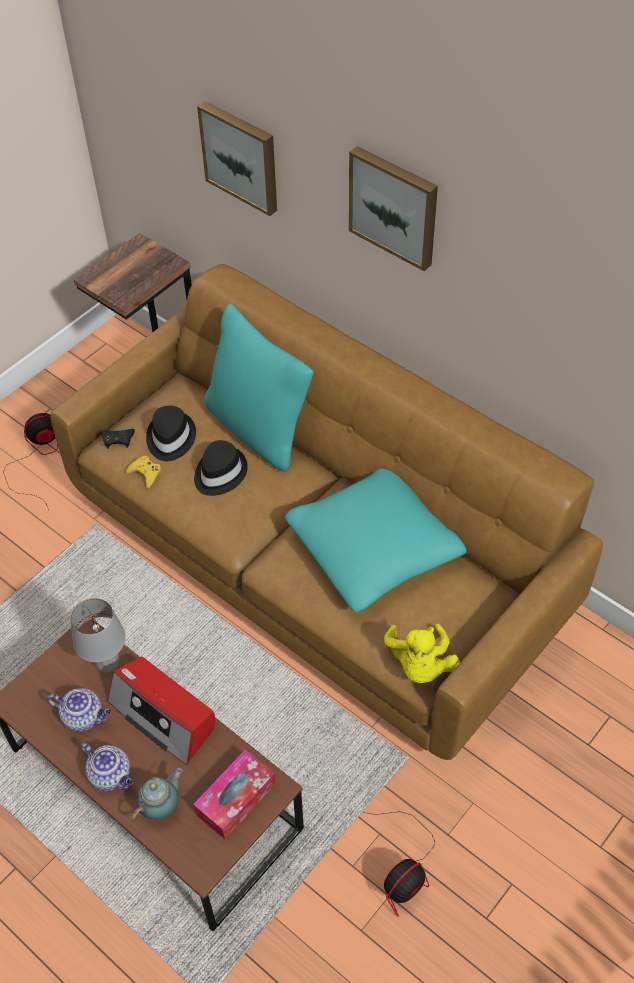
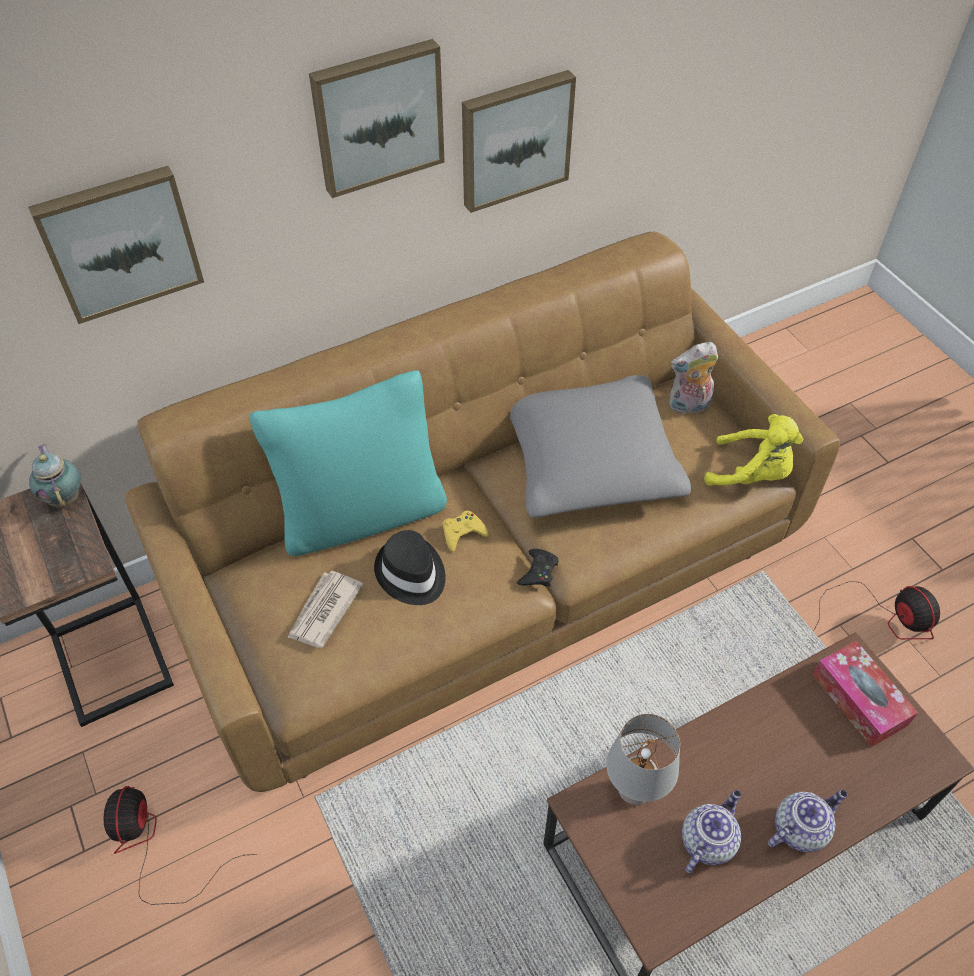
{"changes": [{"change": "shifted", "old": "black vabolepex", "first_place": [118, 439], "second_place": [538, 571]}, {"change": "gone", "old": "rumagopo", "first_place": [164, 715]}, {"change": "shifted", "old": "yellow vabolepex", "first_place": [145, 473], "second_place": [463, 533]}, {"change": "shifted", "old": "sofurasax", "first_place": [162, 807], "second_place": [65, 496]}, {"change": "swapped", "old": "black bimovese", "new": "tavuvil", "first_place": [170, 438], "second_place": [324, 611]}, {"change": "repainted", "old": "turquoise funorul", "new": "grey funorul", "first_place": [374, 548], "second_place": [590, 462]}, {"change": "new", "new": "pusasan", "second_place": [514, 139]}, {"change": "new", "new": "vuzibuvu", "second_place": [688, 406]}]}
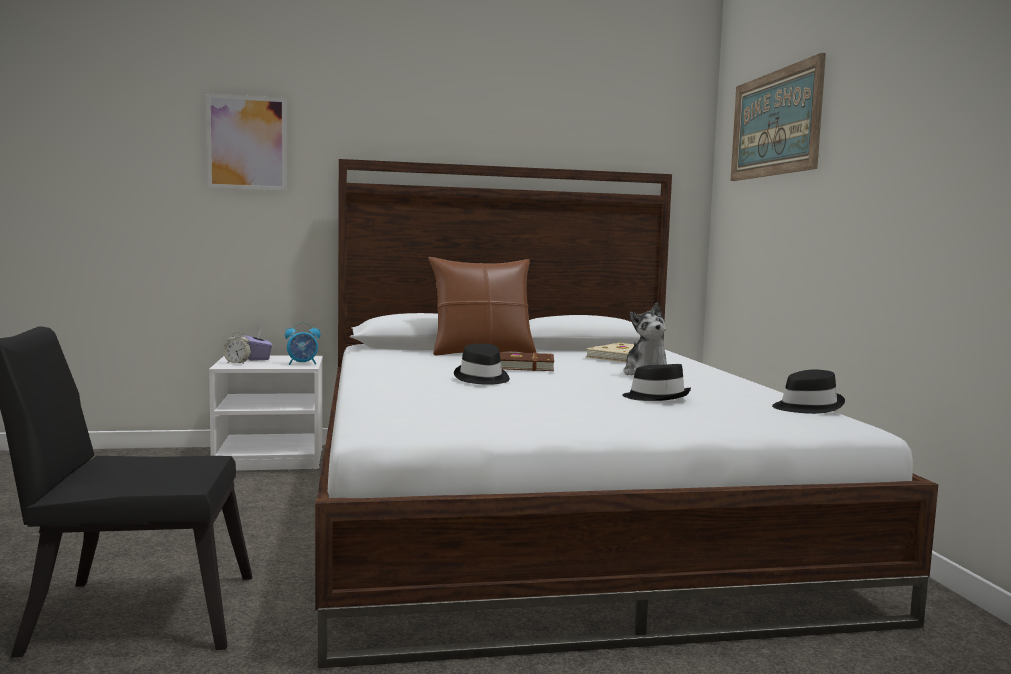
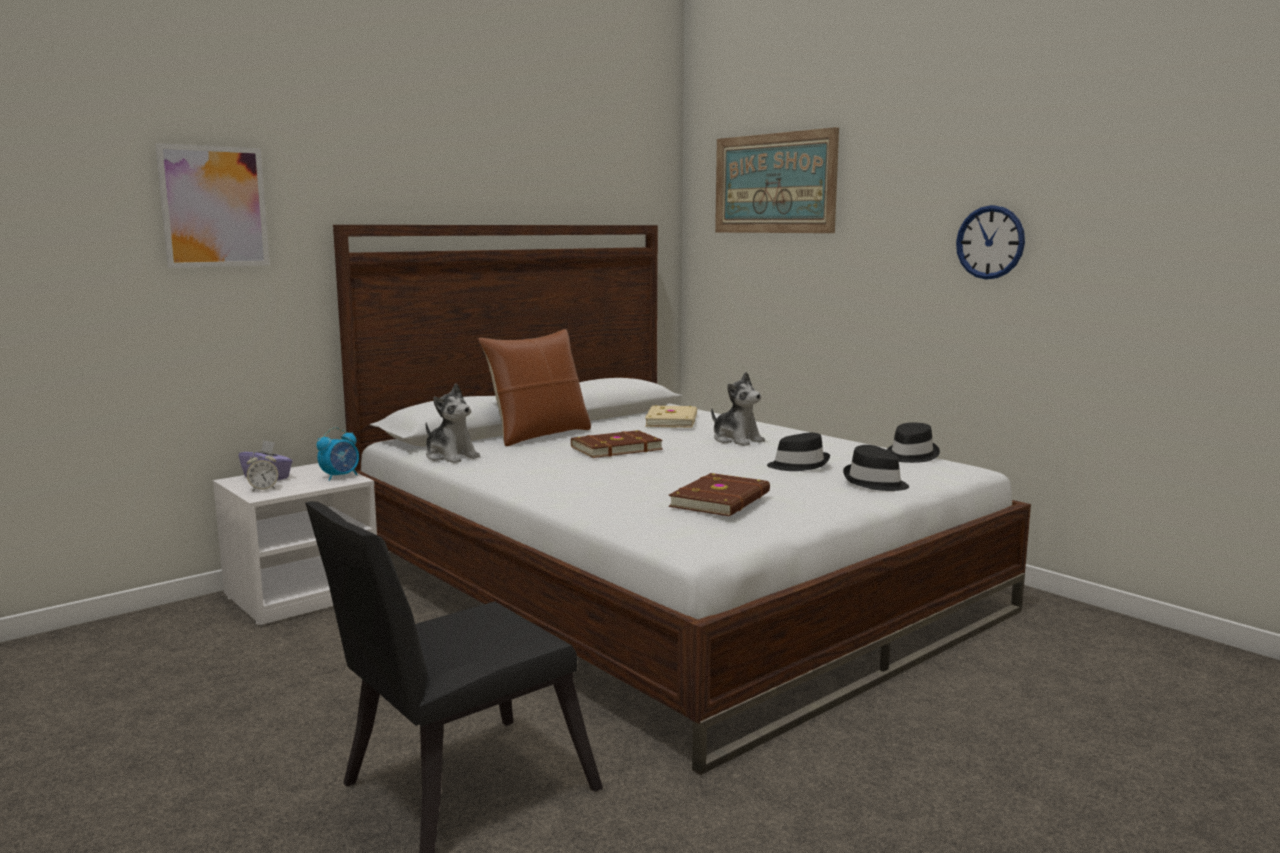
{"changes": [{"change": "shifted", "old": "black bimovese", "first_place": [481, 378], "second_place": [875, 482]}, {"change": "new", "new": "vuzibuvu", "second_place": [451, 456]}, {"change": "new", "new": "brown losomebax", "second_place": [722, 500]}, {"change": "new", "new": "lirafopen", "second_place": [990, 242]}]}
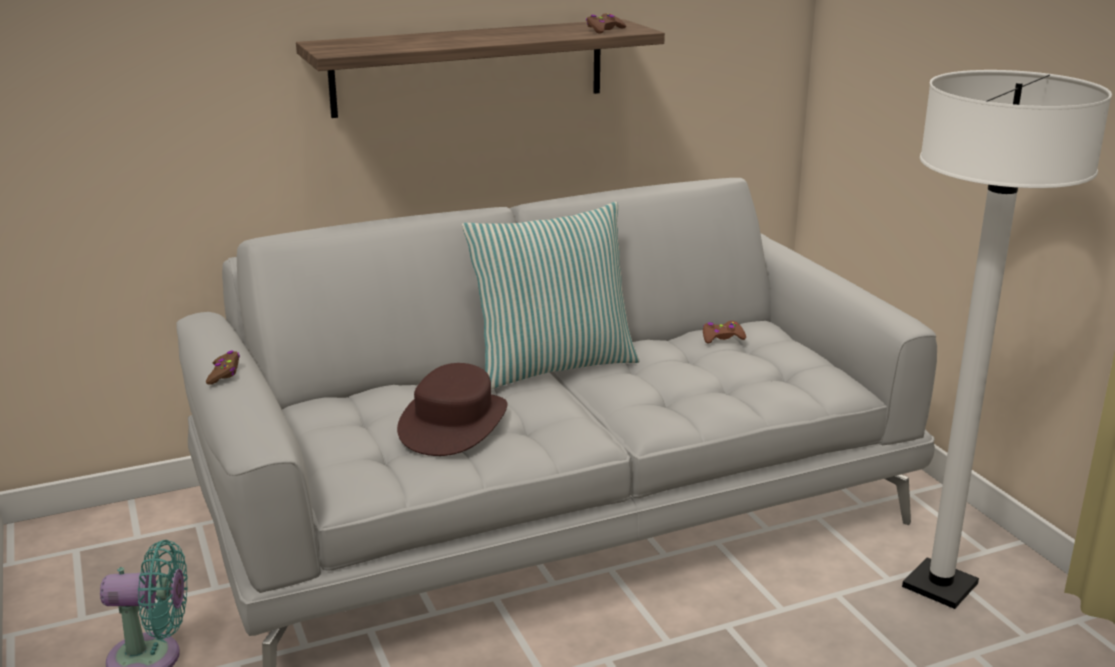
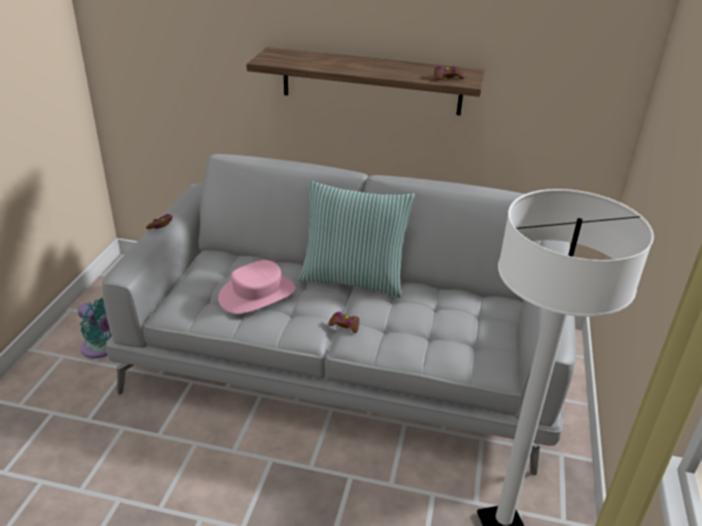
{"changes": [{"change": "repainted", "old": "brown bimovese", "new": "pink bimovese", "first_place": [454, 423], "second_place": [257, 294]}, {"change": "shifted", "old": "brown vabolepex", "first_place": [722, 337], "second_place": [344, 325]}]}
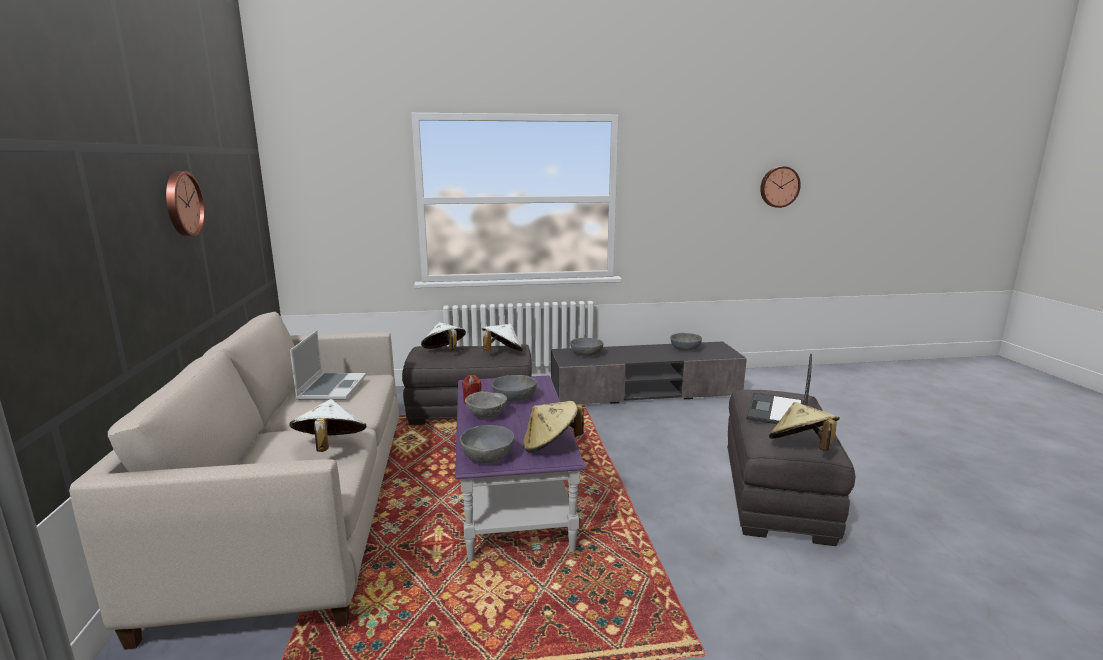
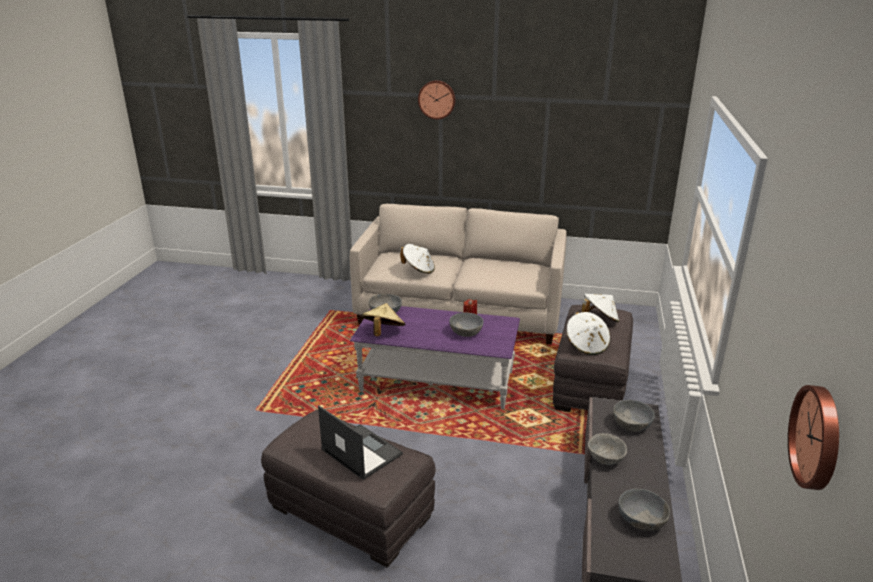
{"changes": [{"change": "shifted", "old": "lirafopen", "first_place": [182, 204], "second_place": [437, 99]}, {"change": "gone", "old": "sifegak", "first_place": [331, 388]}, {"change": "shifted", "old": "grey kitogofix", "first_place": [486, 416], "second_place": [605, 459]}, {"change": "gone", "old": "beige bimovese", "first_place": [801, 447]}]}
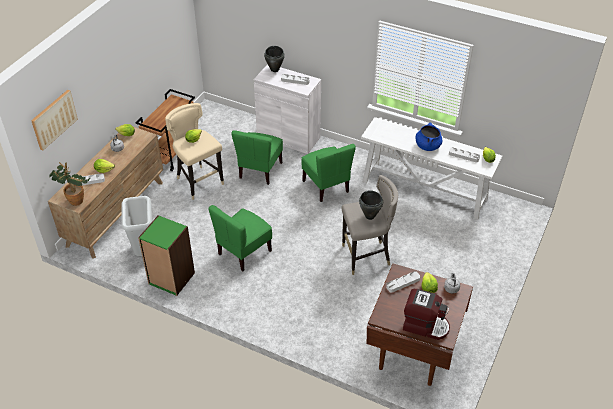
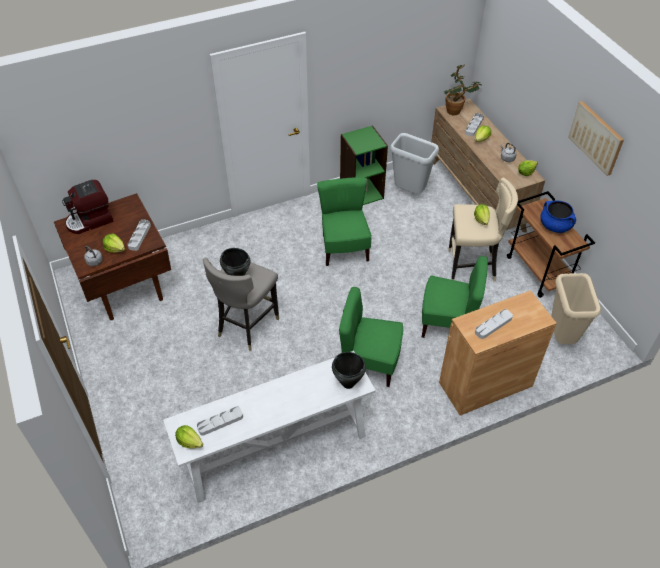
{"changes": [{"change": "shifted", "old": "pusasan", "first_place": [54, 119], "second_place": [596, 137]}, {"change": "rotated", "old": "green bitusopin", "first_place": [260, 170], "second_place": [447, 323], "degrees": 135}, {"change": "repainted", "old": "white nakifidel", "new": "brown nakifidel", "first_place": [288, 137], "second_place": [485, 384]}, {"change": "shifted", "old": "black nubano", "first_place": [275, 69], "second_place": [348, 383]}, {"change": "shifted", "old": "blue nubano", "first_place": [427, 146], "second_place": [555, 226]}, {"change": "new", "new": "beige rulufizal", "second_place": [562, 337]}]}
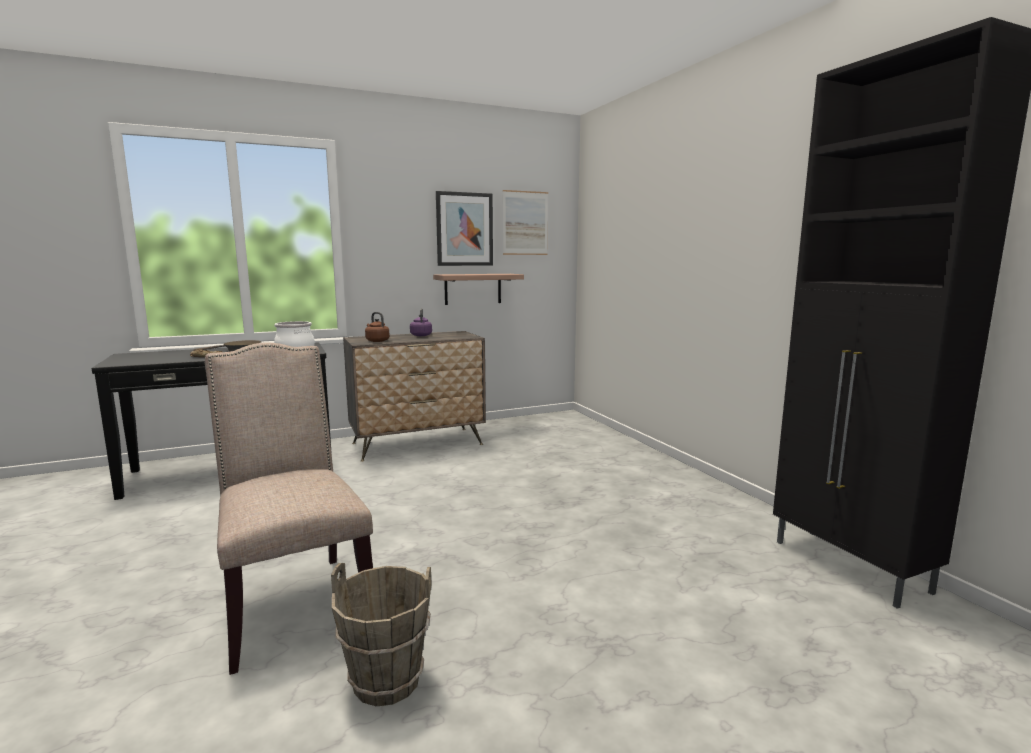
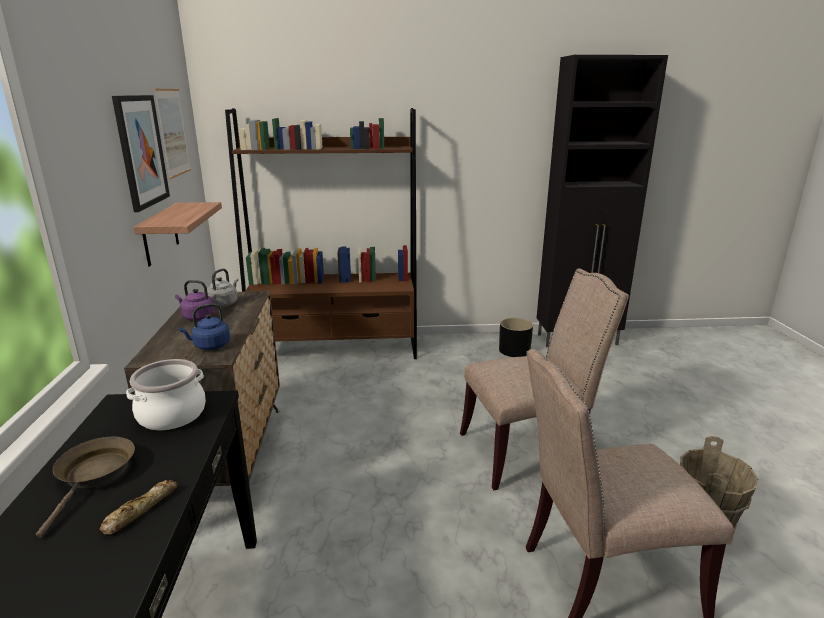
{"changes": [{"change": "repainted", "old": "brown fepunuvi", "new": "blue fepunuvi", "first_place": [376, 341], "second_place": [210, 346]}, {"change": "new", "new": "grey fepunuvi", "second_place": [224, 303]}, {"change": "new", "new": "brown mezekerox", "second_place": [336, 350]}, {"change": "new", "new": "beige bitusopin", "second_place": [529, 450]}, {"change": "new", "new": "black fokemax", "second_place": [514, 350]}]}
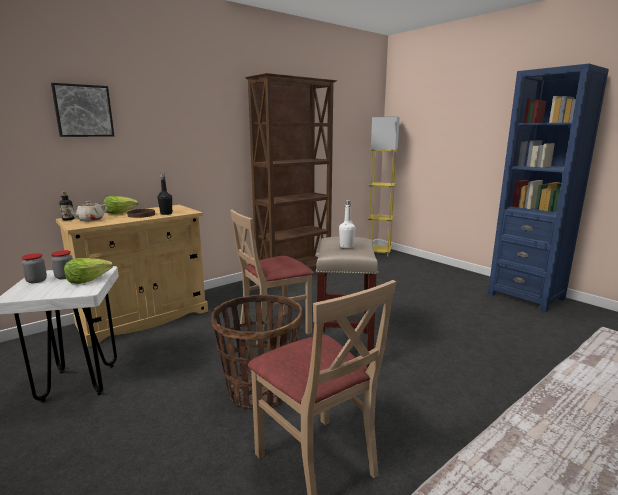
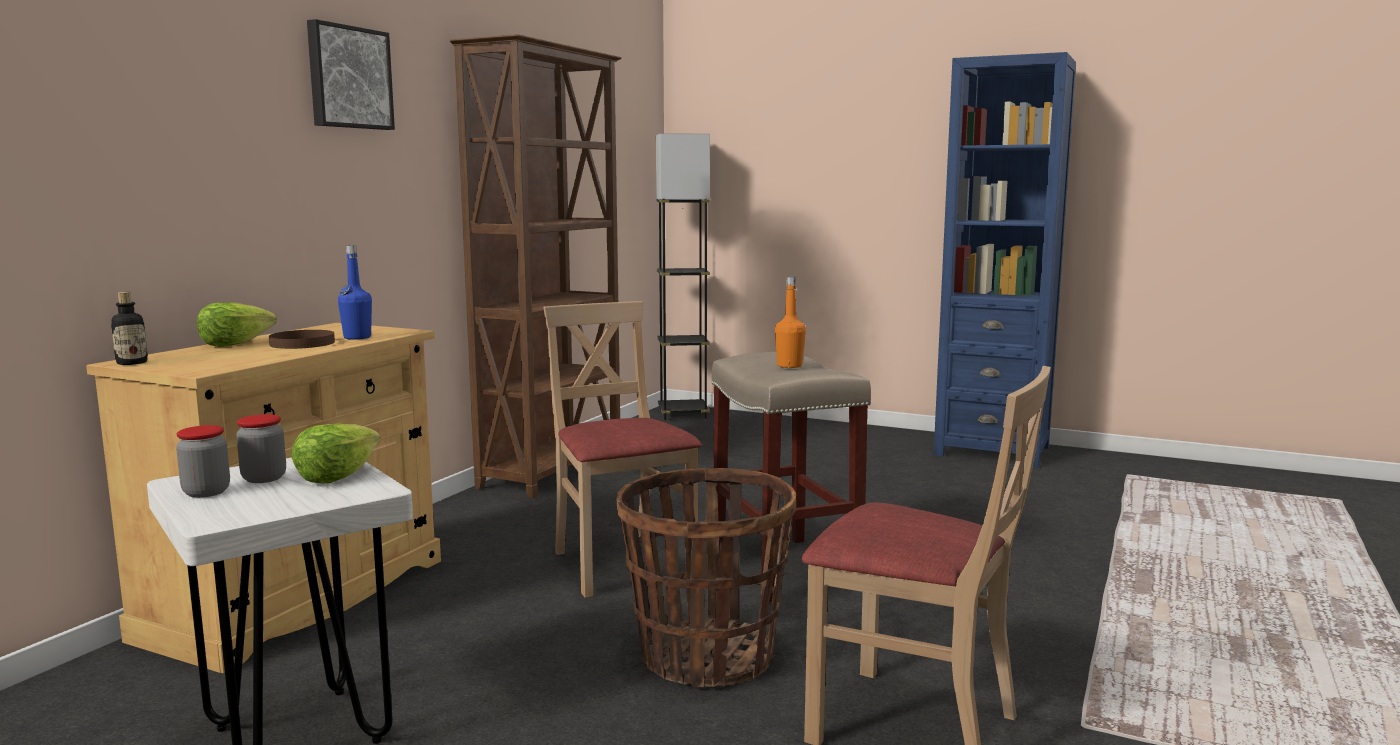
{"changes": [{"change": "shifted", "old": "pusasan", "first_place": [83, 111], "second_place": [348, 77]}, {"change": "gone", "old": "beige sofurasax", "first_place": [90, 220]}, {"change": "repainted", "old": "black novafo", "new": "blue novafo", "first_place": [166, 213], "second_place": [357, 337]}, {"change": "rotated", "old": "beige bitusopin", "first_place": [274, 328], "second_place": [621, 564], "degrees": 120}, {"change": "repainted", "old": "white novafo", "new": "orange novafo", "first_place": [346, 246], "second_place": [789, 366]}, {"change": "repainted", "old": "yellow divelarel", "new": "grey divelarel", "first_place": [379, 252], "second_place": [683, 414]}]}
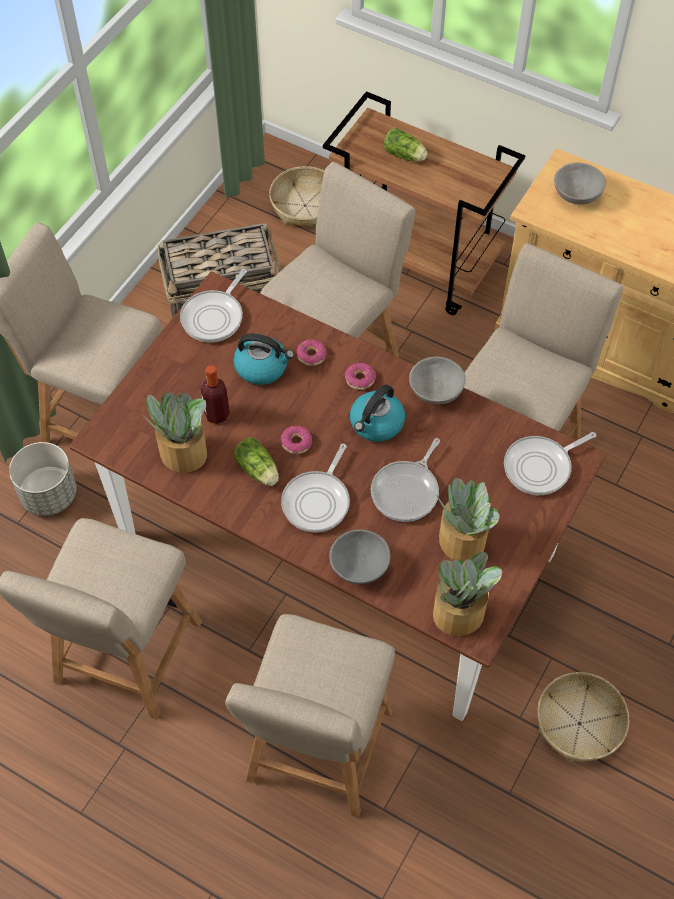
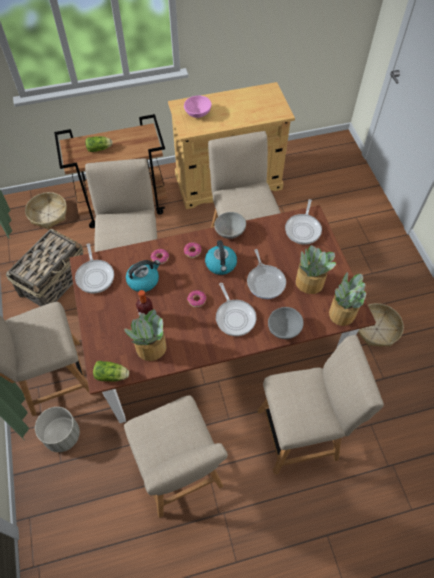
{"changes": [{"change": "rotated", "old": "beige bitusopin", "first_place": [317, 752], "second_place": [301, 433], "degrees": -75}, {"change": "shifted", "old": "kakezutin", "first_place": [258, 471], "second_place": [112, 375]}, {"change": "repainted", "old": "grey kitogofix", "new": "pink kitogofix", "first_place": [576, 197], "second_place": [198, 114]}]}
